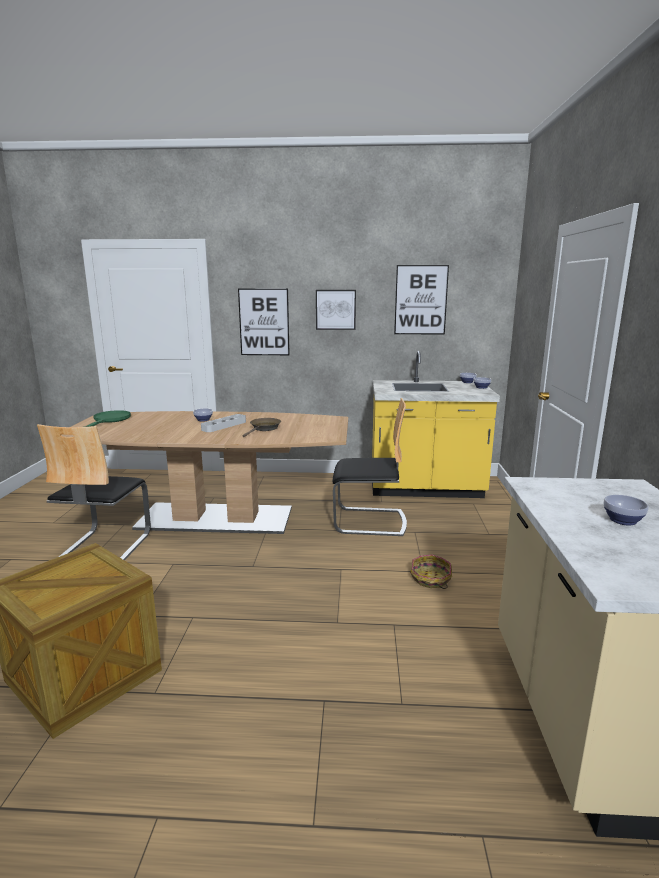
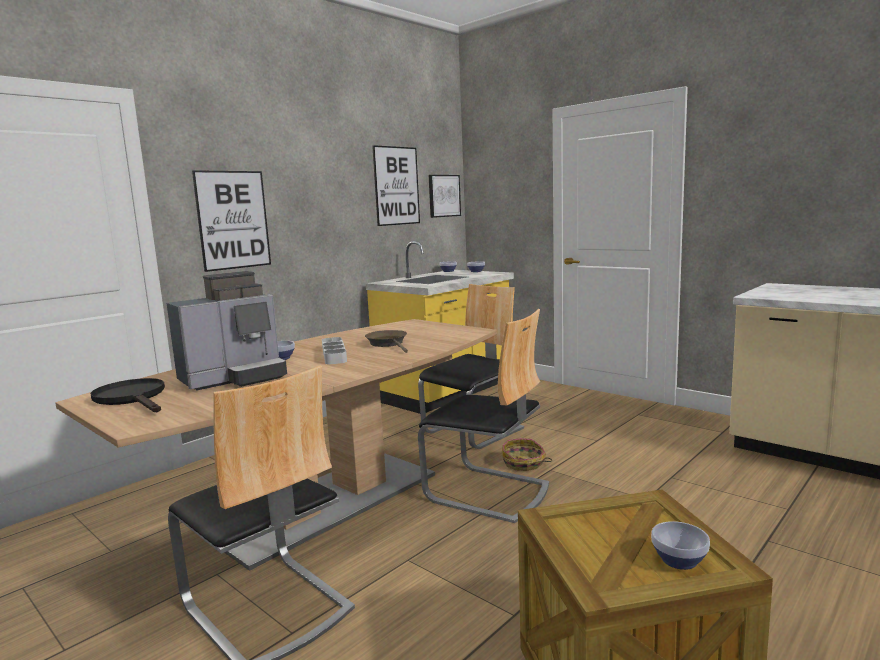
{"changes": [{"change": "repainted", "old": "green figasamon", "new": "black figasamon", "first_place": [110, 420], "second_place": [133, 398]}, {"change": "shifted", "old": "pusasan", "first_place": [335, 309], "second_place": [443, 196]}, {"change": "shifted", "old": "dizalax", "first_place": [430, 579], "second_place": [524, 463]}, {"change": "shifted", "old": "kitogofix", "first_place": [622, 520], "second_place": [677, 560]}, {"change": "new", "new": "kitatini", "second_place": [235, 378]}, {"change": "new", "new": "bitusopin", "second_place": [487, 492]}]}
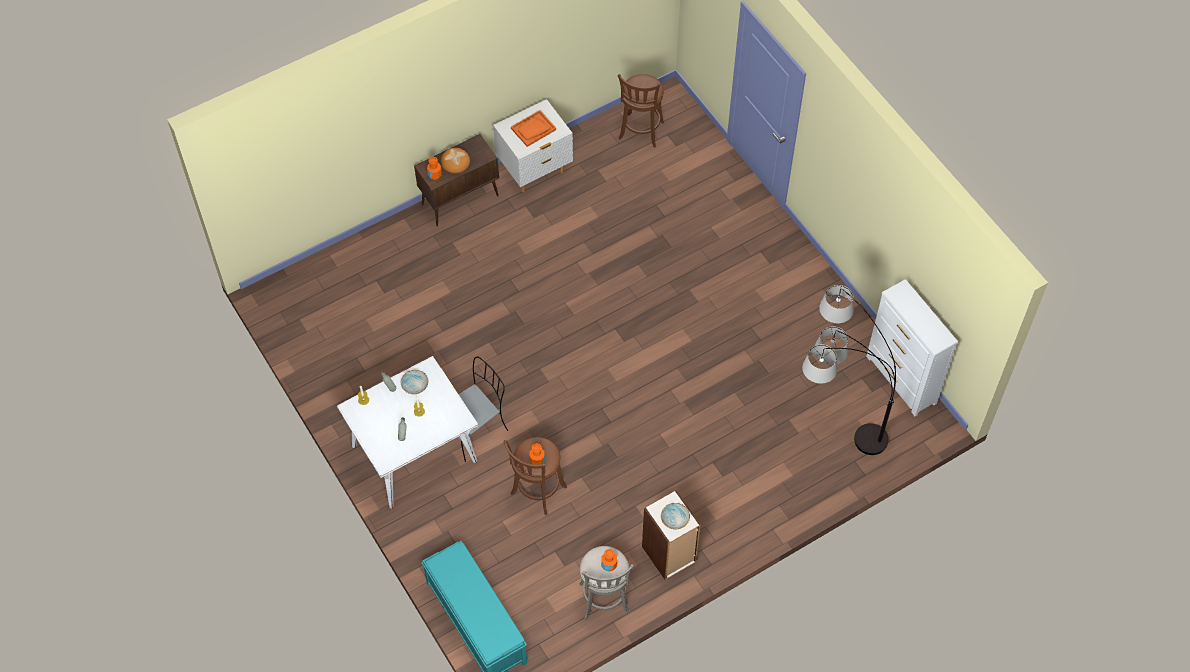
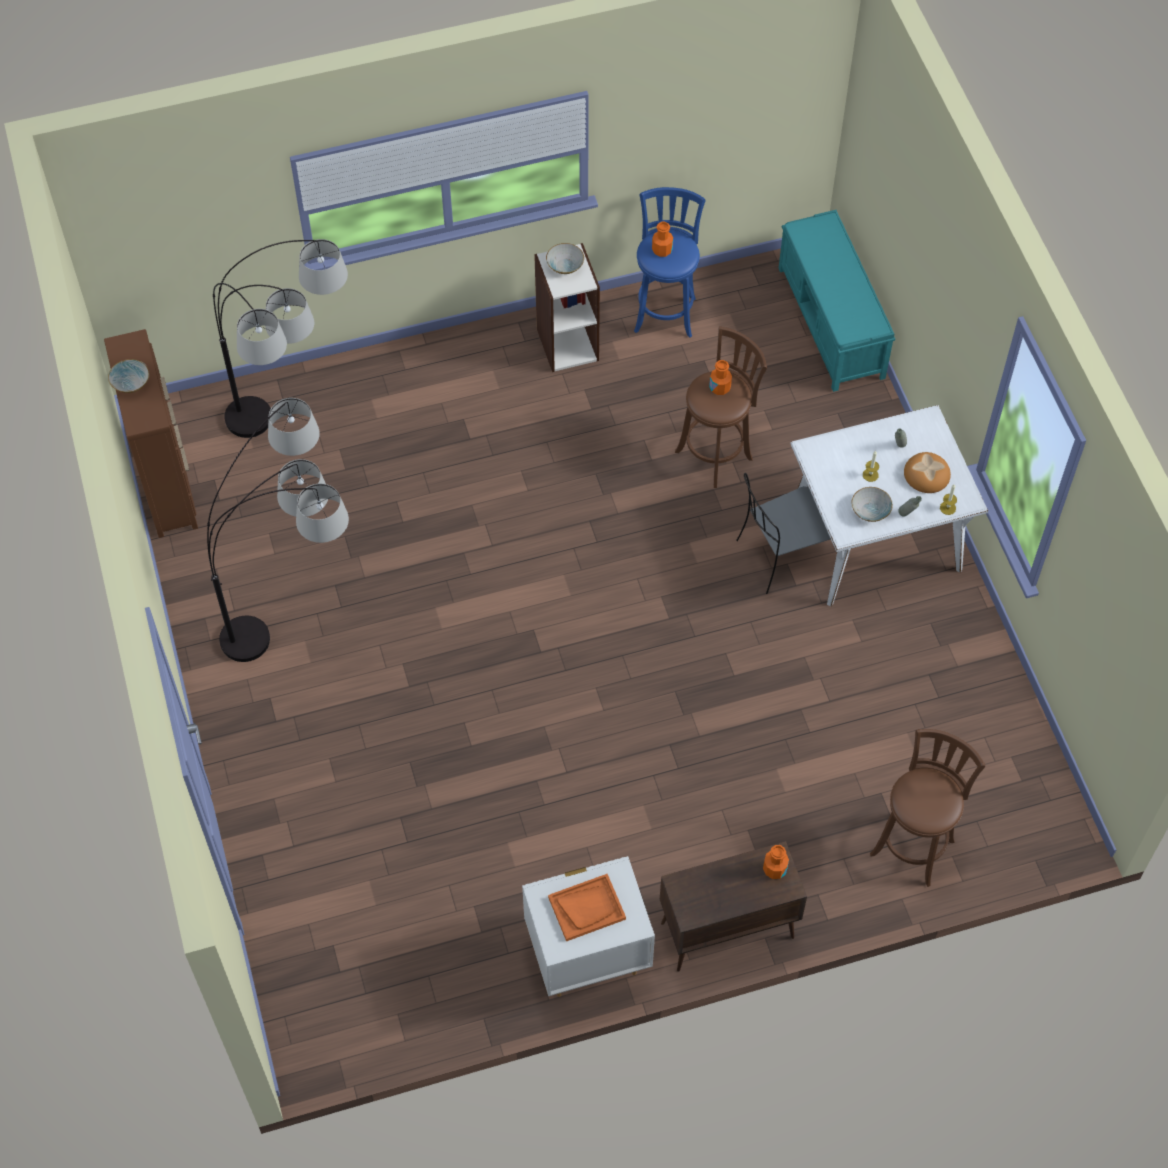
{"changes": [{"change": "shifted", "old": "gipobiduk", "first_place": [455, 162], "second_place": [927, 475]}, {"change": "repainted", "old": "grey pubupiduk", "new": "blue pubupiduk", "first_place": [604, 601], "second_place": [665, 312]}, {"change": "shifted", "old": "brown pubupiduk", "first_place": [640, 132], "second_place": [914, 844]}, {"change": "repainted", "old": "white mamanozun", "new": "brown mamanozun", "first_place": [901, 380], "second_place": [167, 484]}, {"change": "new", "new": "kitogofix", "second_place": [131, 382]}, {"change": "new", "new": "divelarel", "second_place": [304, 622]}]}
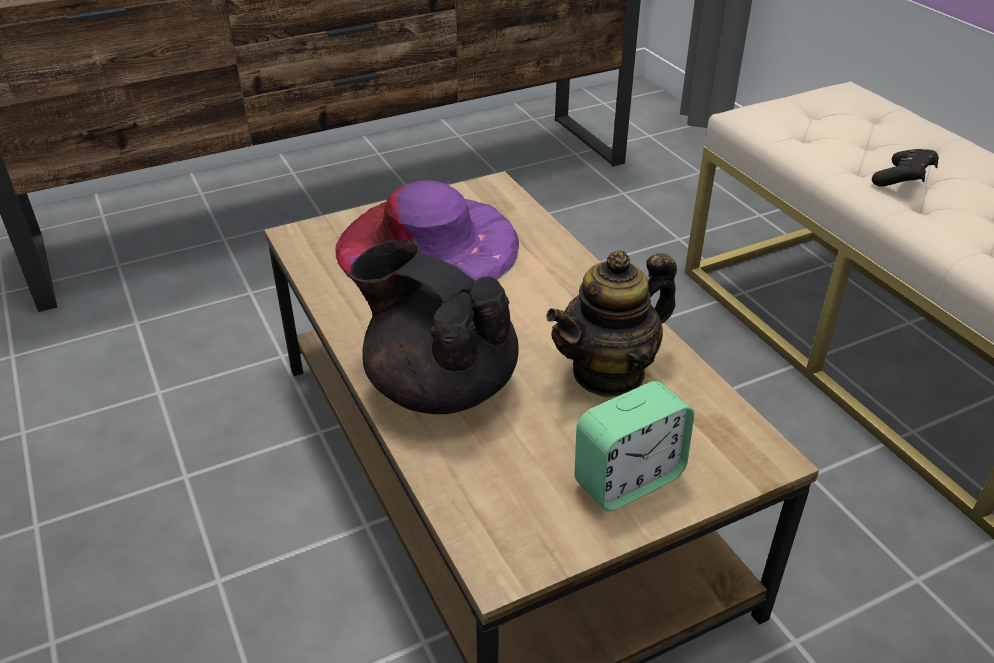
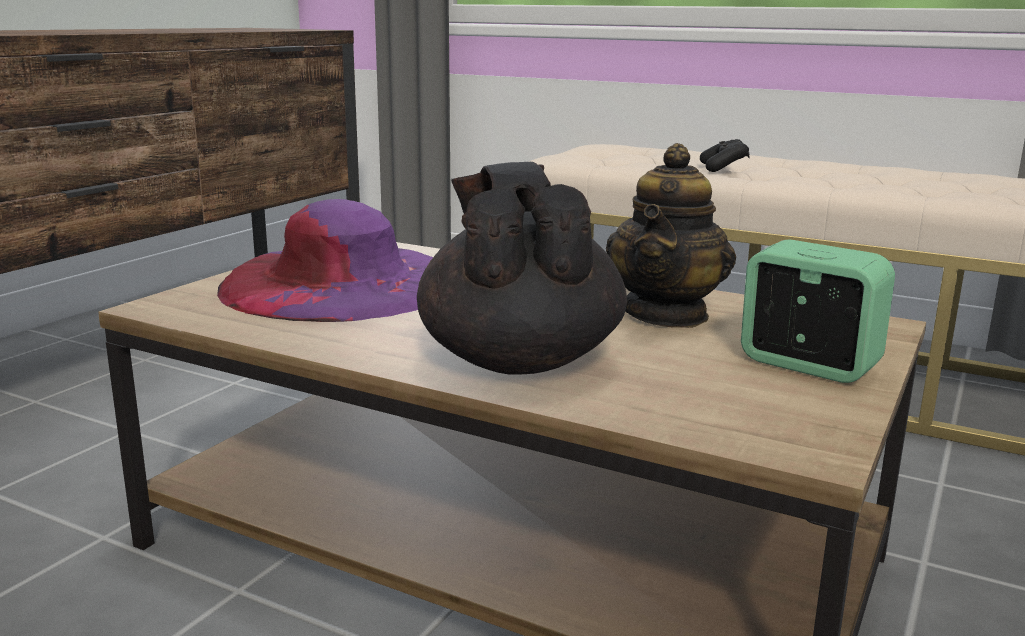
{"changes": [{"change": "rotated", "old": "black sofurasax", "first_place": [439, 385], "second_place": [518, 360], "degrees": 75}, {"change": "rotated", "old": "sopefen", "first_place": [628, 480], "second_place": [808, 365], "degrees": -75}]}
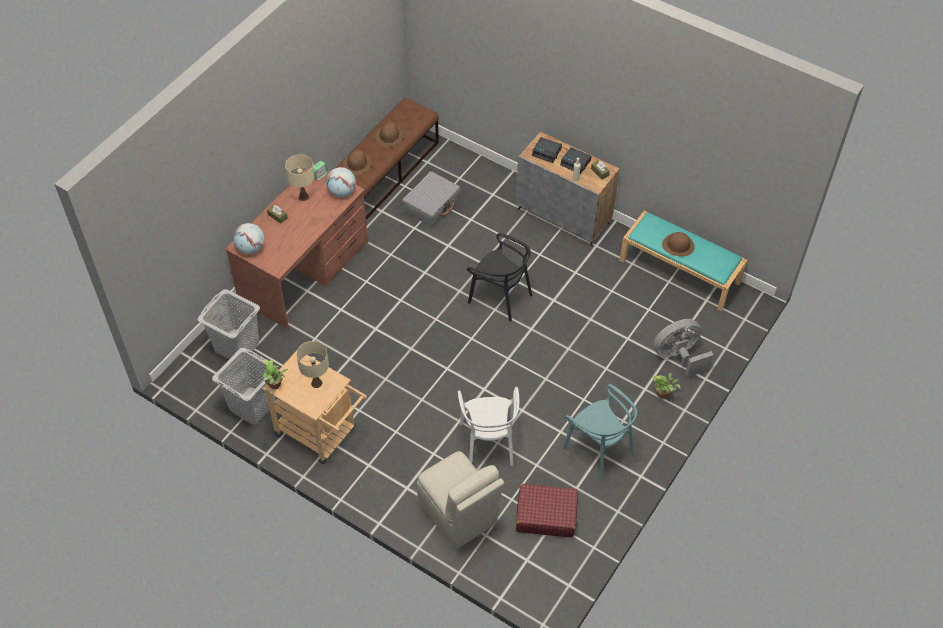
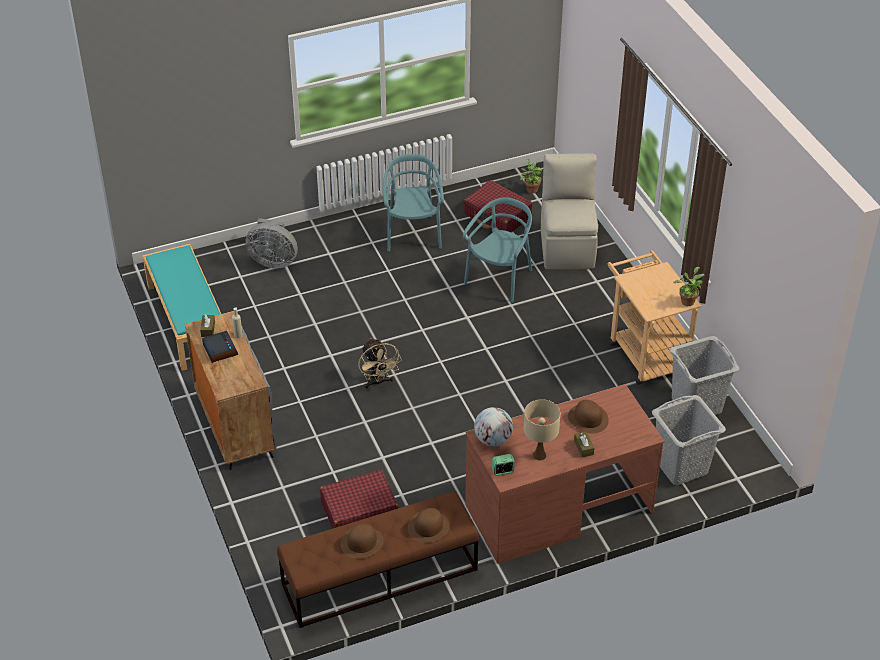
{"changes": [{"change": "gone", "old": "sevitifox", "first_place": [251, 248]}, {"change": "gone", "old": "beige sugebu", "first_place": [316, 383]}, {"change": "repainted", "old": "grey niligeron", "new": "red niligeron", "first_place": [432, 204], "second_place": [359, 511]}, {"change": "repainted", "old": "white bitusopin", "new": "turquoise bitusopin", "first_place": [488, 443], "second_place": [500, 279]}, {"change": "swapped", "old": "black bitusopin", "new": "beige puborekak", "first_place": [500, 297], "second_place": [378, 382]}, {"change": "gone", "old": "sopefen", "first_place": [547, 152]}, {"change": "shifted", "old": "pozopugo", "first_place": [663, 394], "second_place": [530, 189]}, {"change": "shifted", "old": "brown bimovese", "first_place": [678, 245], "second_place": [588, 418]}]}
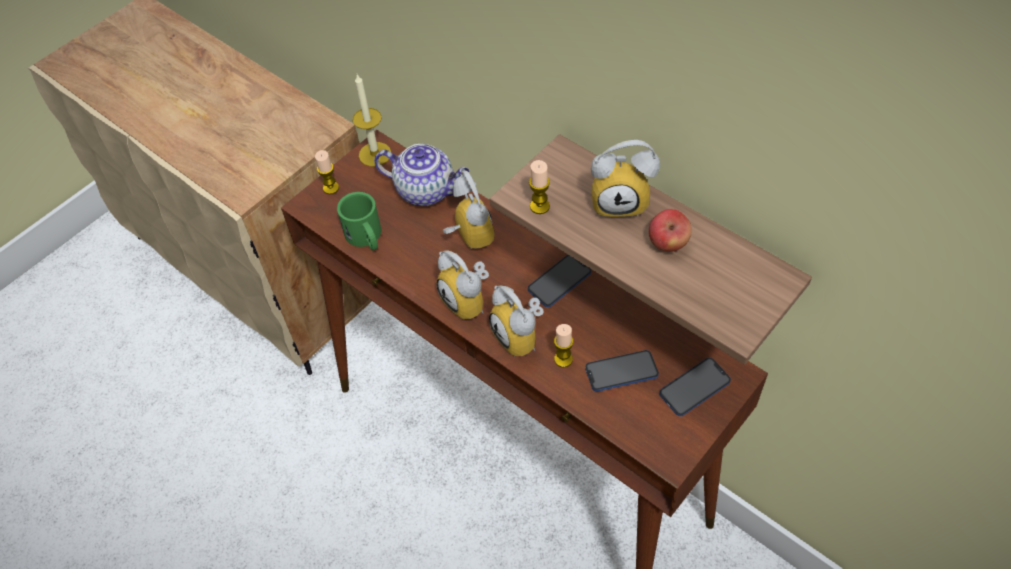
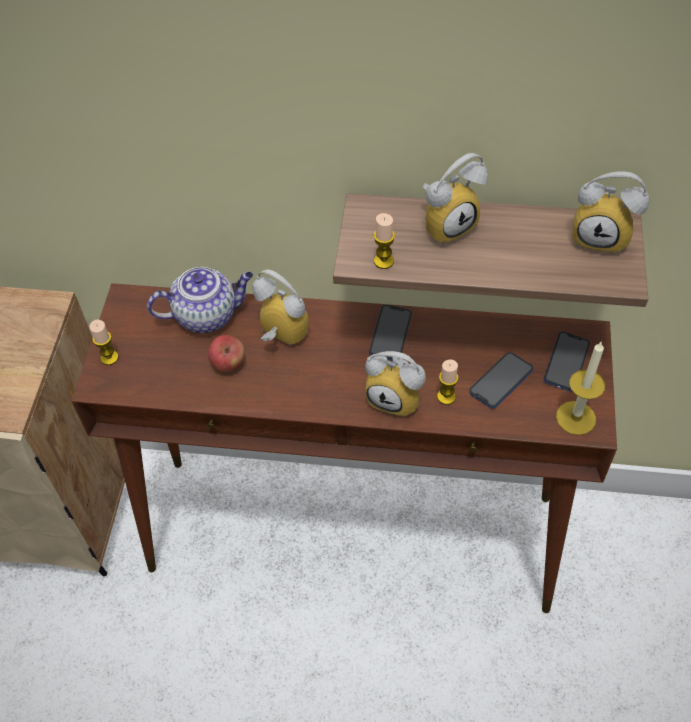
{"changes": [{"change": "gone", "old": "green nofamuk", "first_place": [366, 238]}, {"change": "shifted", "old": "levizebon", "first_place": [375, 154], "second_place": [575, 418]}, {"change": "shifted", "old": "sopefen", "first_place": [470, 301], "second_place": [601, 236]}, {"change": "shifted", "old": "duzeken", "first_place": [668, 243], "second_place": [228, 363]}]}
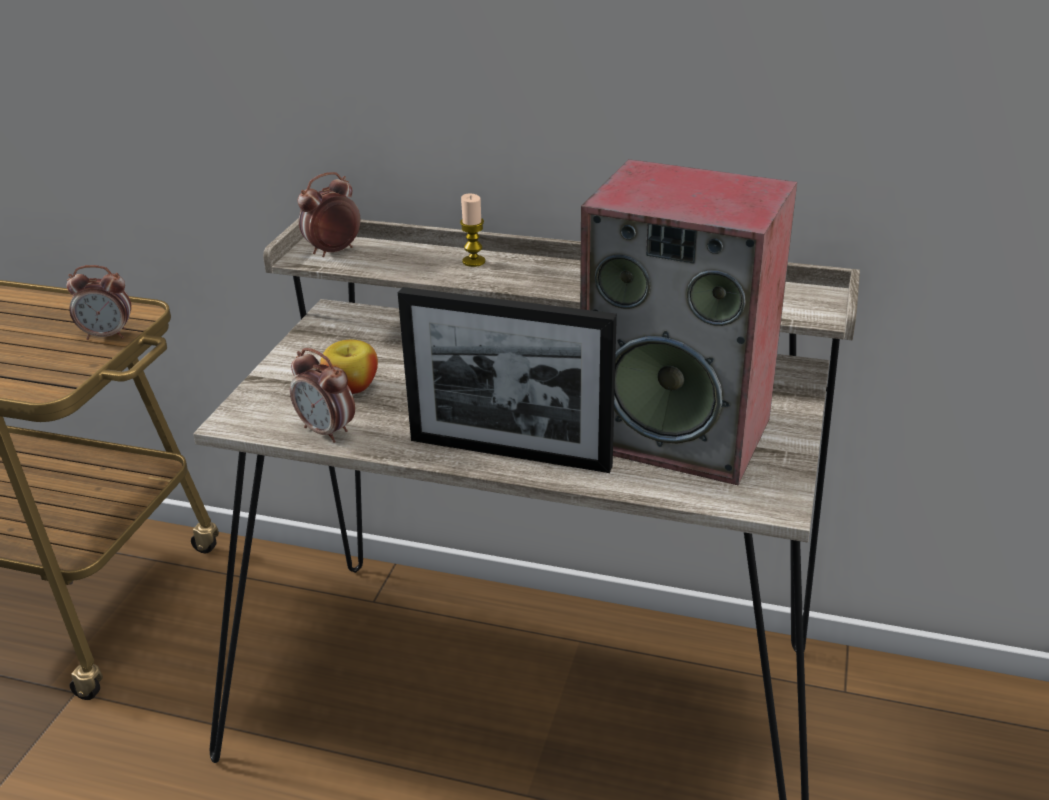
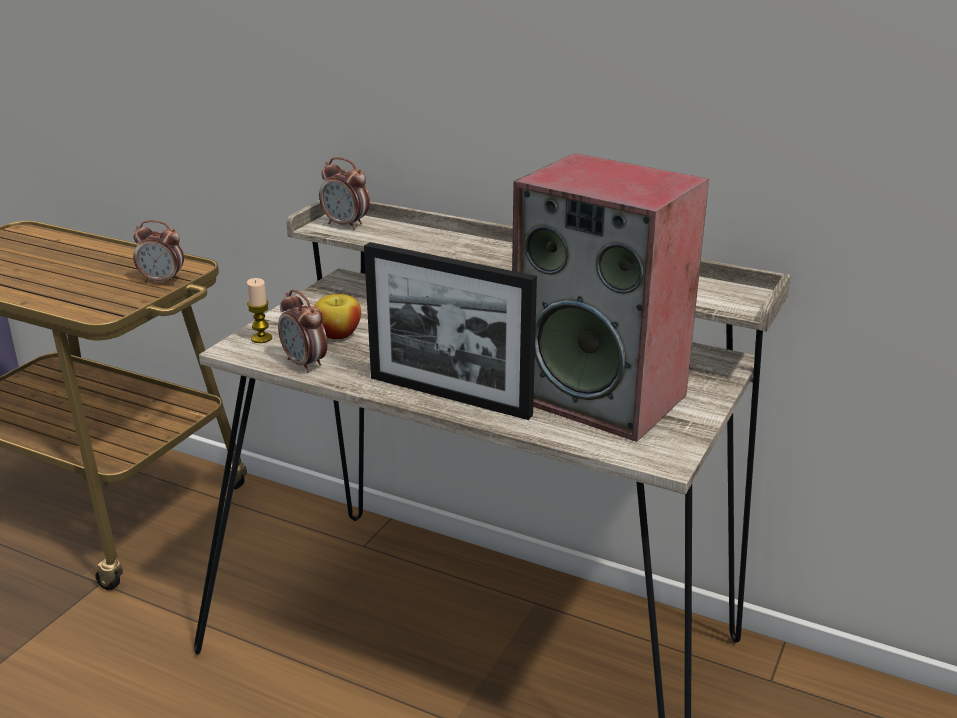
{"changes": [{"change": "rotated", "old": "sopefen", "first_place": [333, 251], "second_place": [346, 225], "degrees": -120}, {"change": "shifted", "old": "levizebon", "first_place": [474, 261], "second_place": [261, 338]}]}
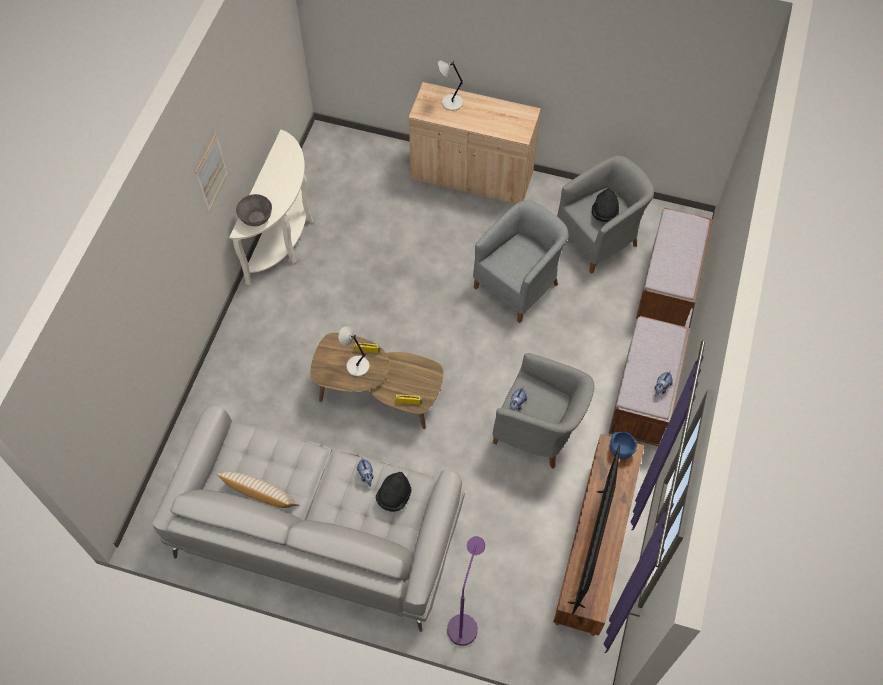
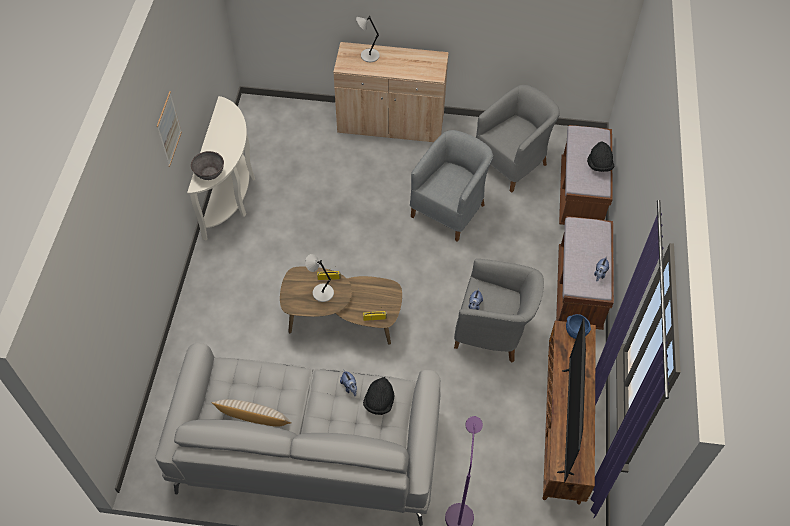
{"changes": [{"change": "shifted", "old": "black bimovese", "first_place": [604, 213], "second_place": [599, 165]}]}
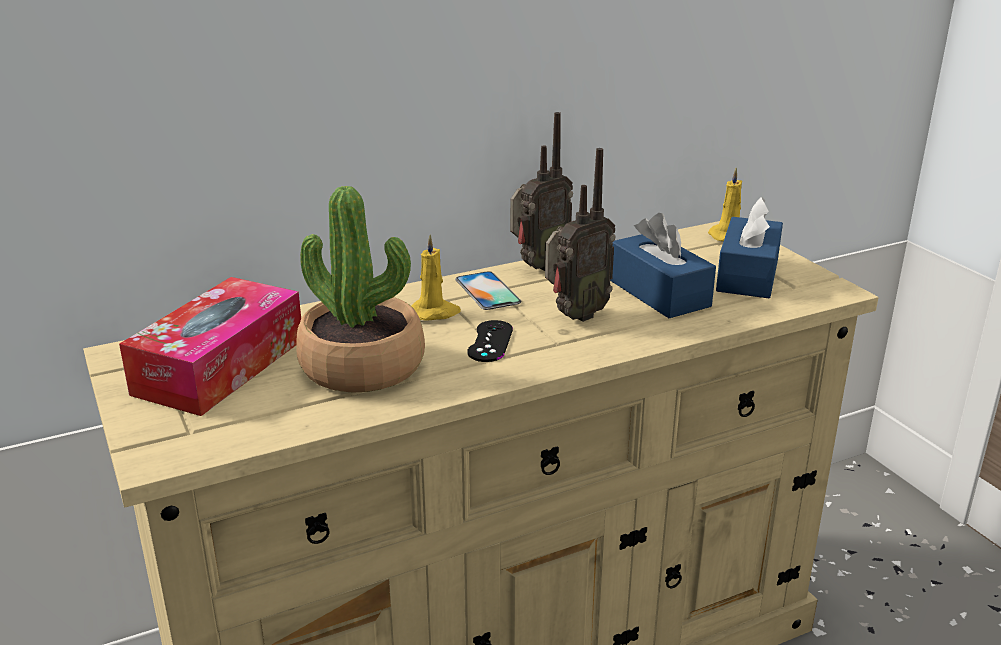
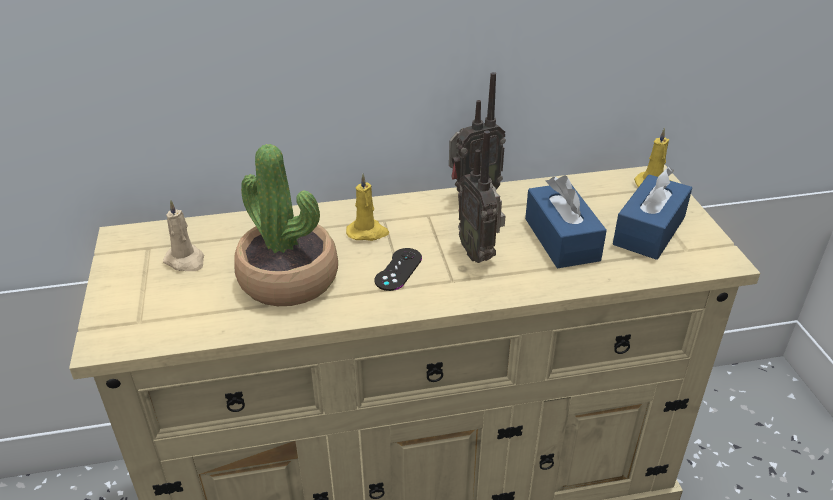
{"changes": [{"change": "swapped", "old": "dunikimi", "new": "beige levizebon", "first_place": [220, 366], "second_place": [186, 261]}, {"change": "gone", "old": "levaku", "first_place": [487, 291]}, {"change": "rotated", "old": "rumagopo", "first_place": [575, 316], "second_place": [479, 253], "degrees": 90}]}
